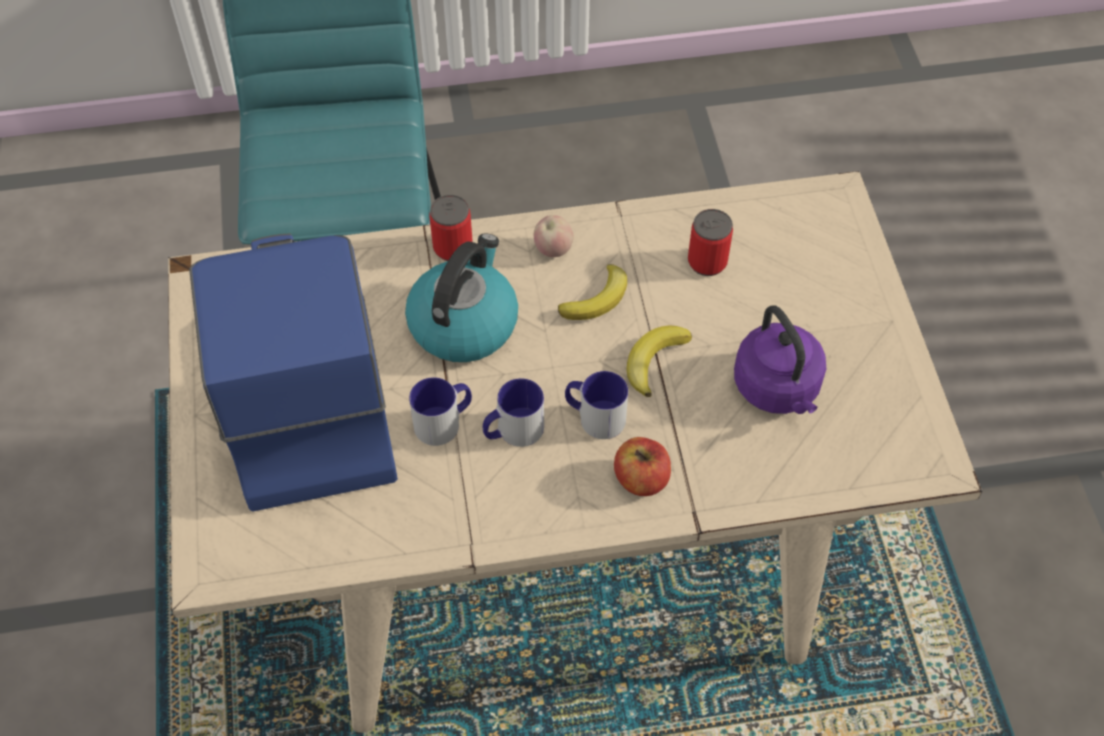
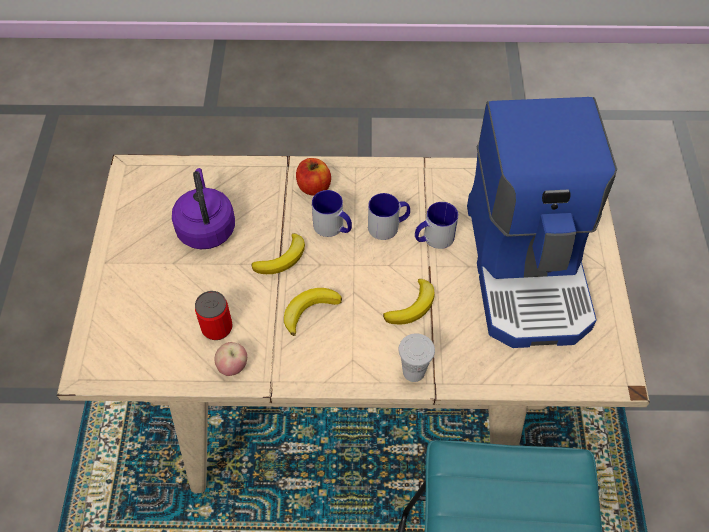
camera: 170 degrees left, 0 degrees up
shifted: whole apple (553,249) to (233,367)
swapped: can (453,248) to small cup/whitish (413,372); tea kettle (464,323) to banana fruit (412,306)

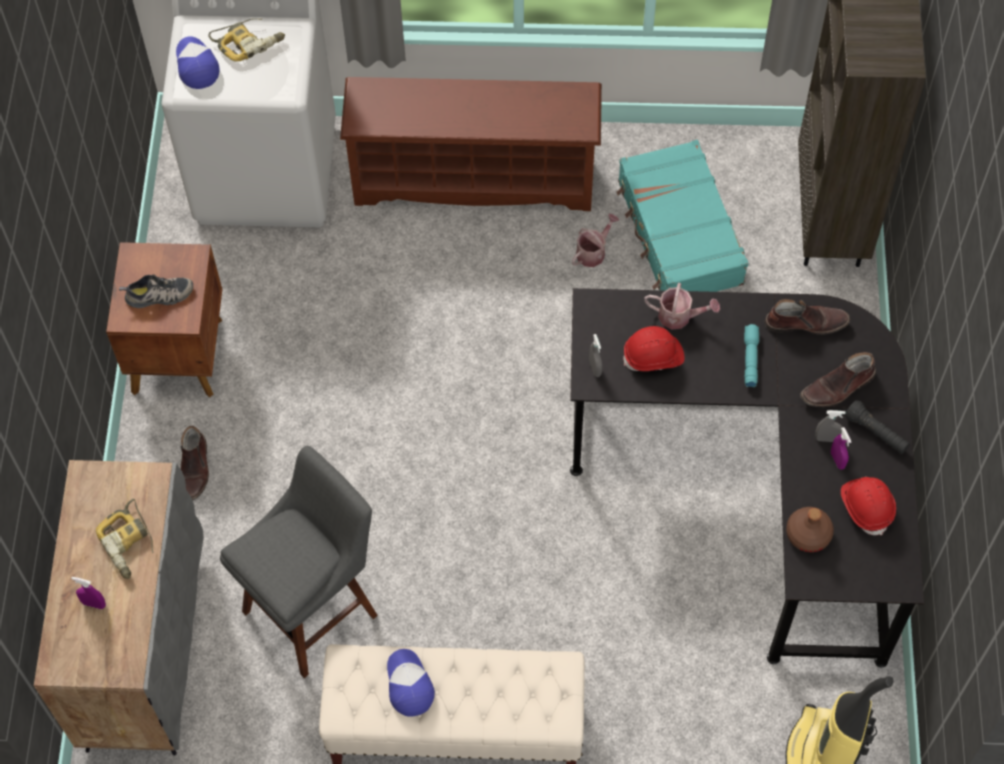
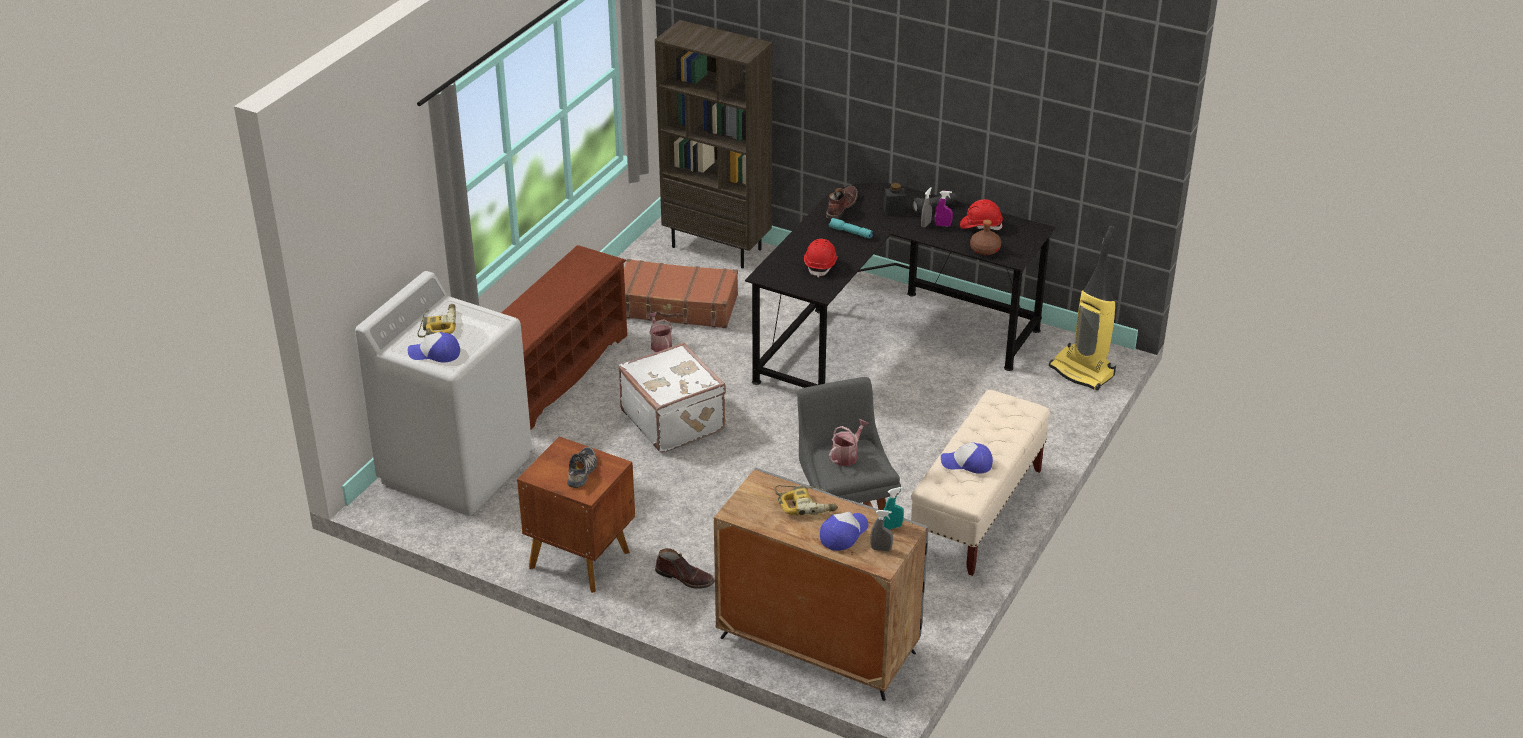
camera: 65 degrees left, 25 degrees down
new: travel case/whitish (674,420); spray bottle/turquoise-coloured (892,527)
shifted: watering can (679,316) to (847,455); spray bottle/greyish (595,368) to (881,549)
swapped: tall boot/brown (838,387) to storage jar/black-coloured (894,210); spray bottle/purple (94,604) to baseball cap (843,534)
repainted: travel case/turquoise-coloured (678,233) to travel case/brown (676,306)

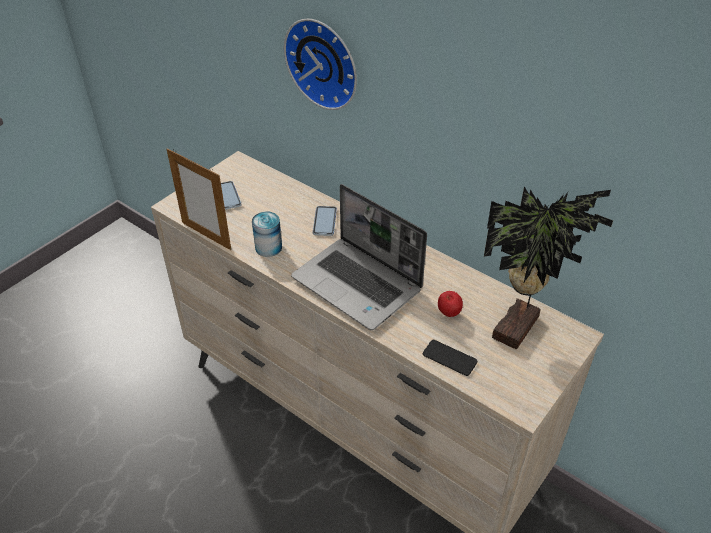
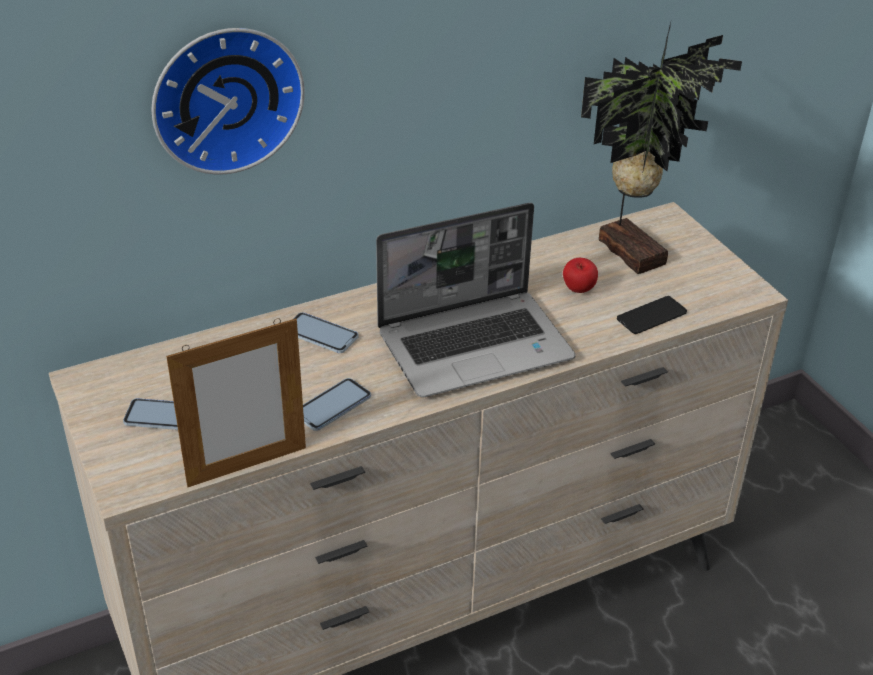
camera: 65 degrees left, 5 degrees down
swapped: can (268,247) to handset (332,406)

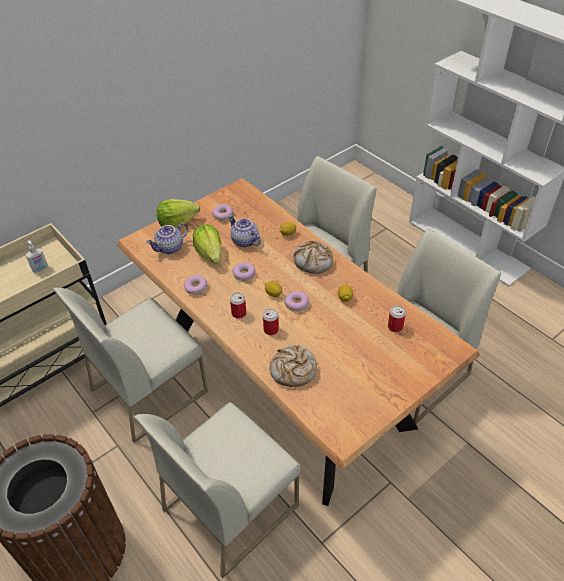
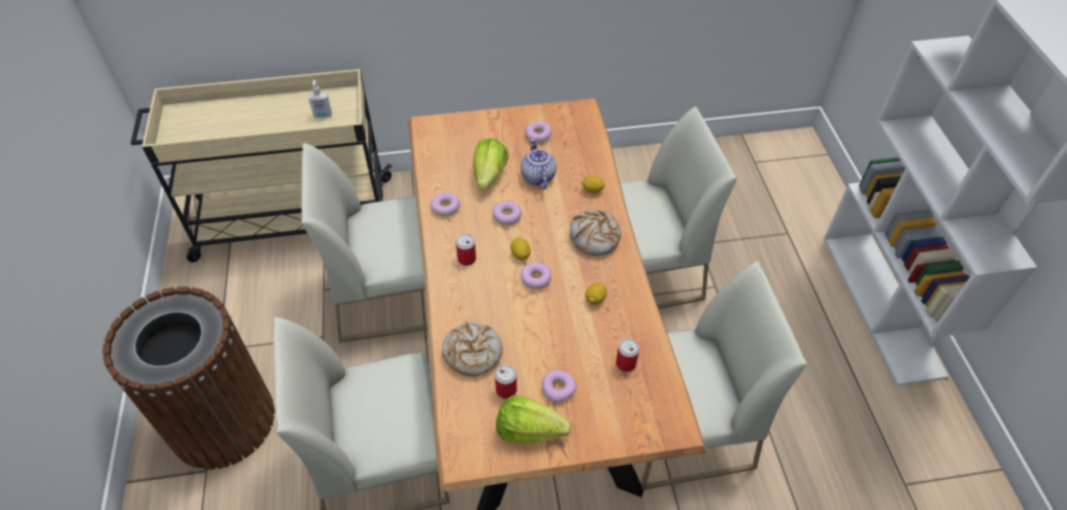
camera: 30 degrees right, 5 degrees up
gone: teapot (170,248)
new: ring doughnut (558,388)
shifted: lettuce (177,222) to (529,430); can (271,330) to (506,390)

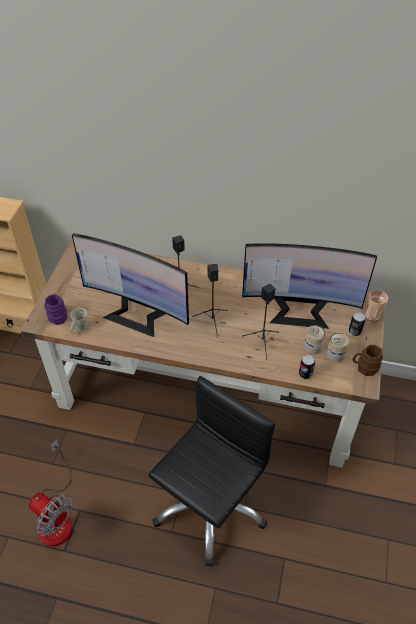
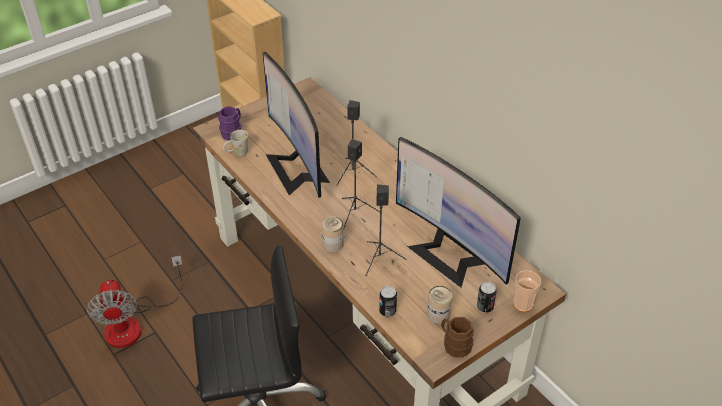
camera: 40 degrees right, 5 degrees down
shifted: can (312,347) to (333,244)

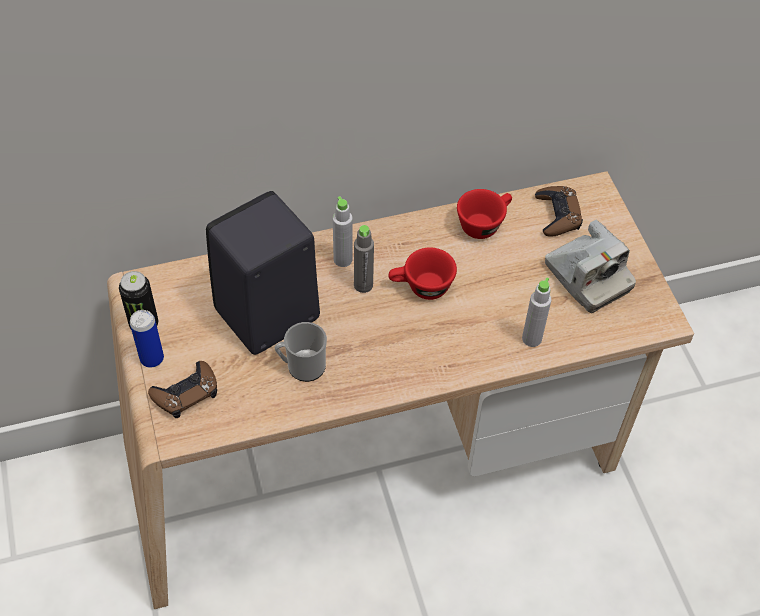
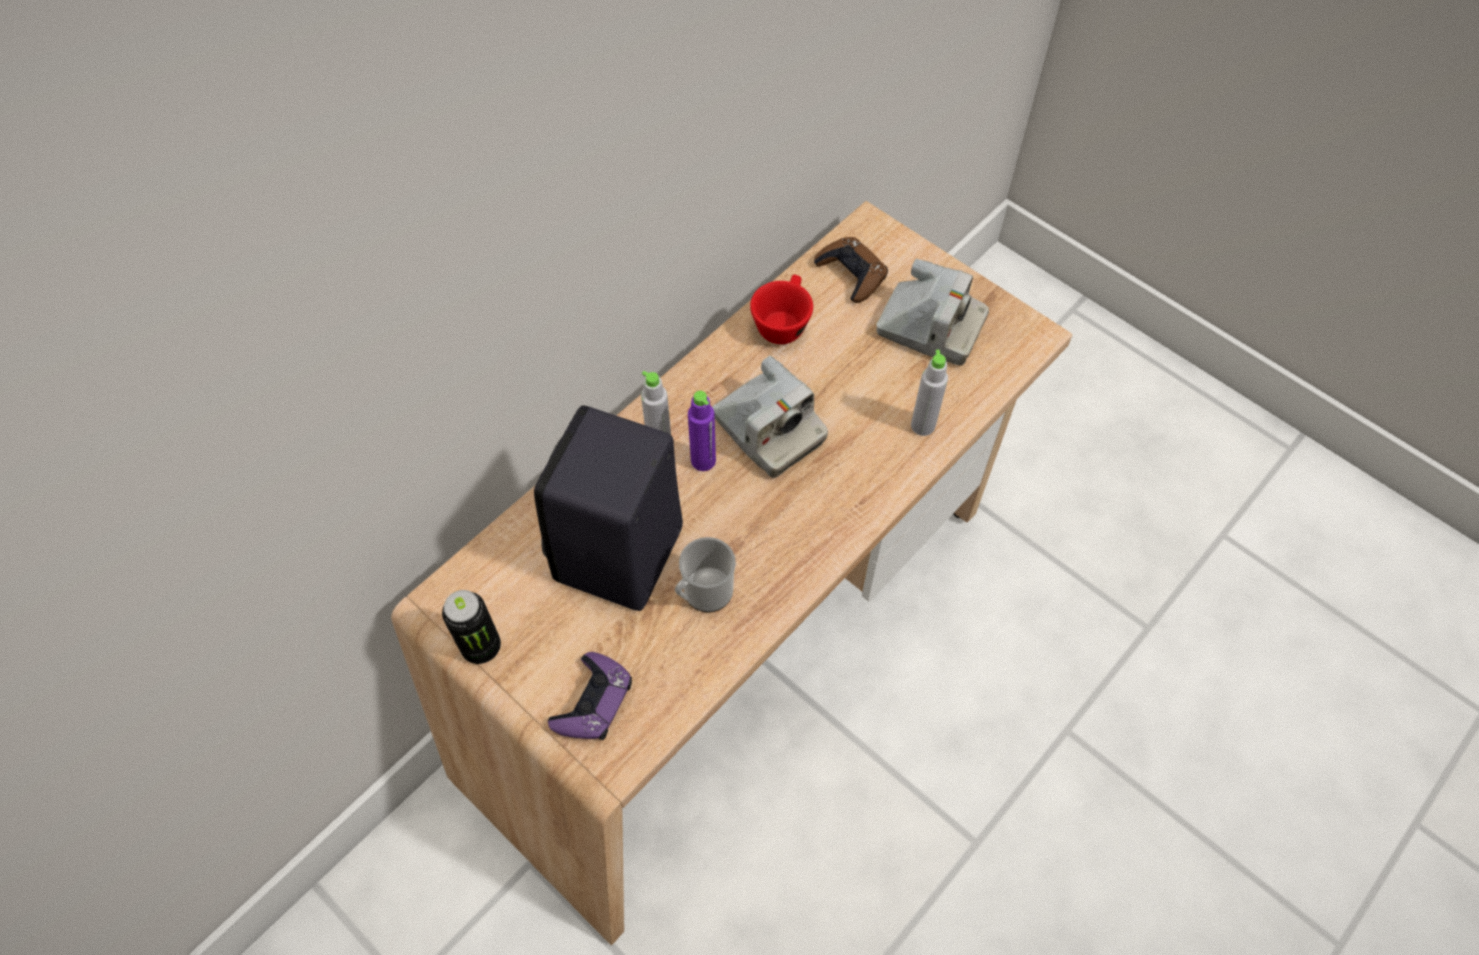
camera: 30 degrees left, 5 degrees up
gone: can (152,358)
swapped: small cup/red-coloured (421,288) to photo camera (768,430)
repainted: bottle/greyish (363,285) to bottle/purple (703,460); joypad/brown (186,393) to joypad/purple (593,702)

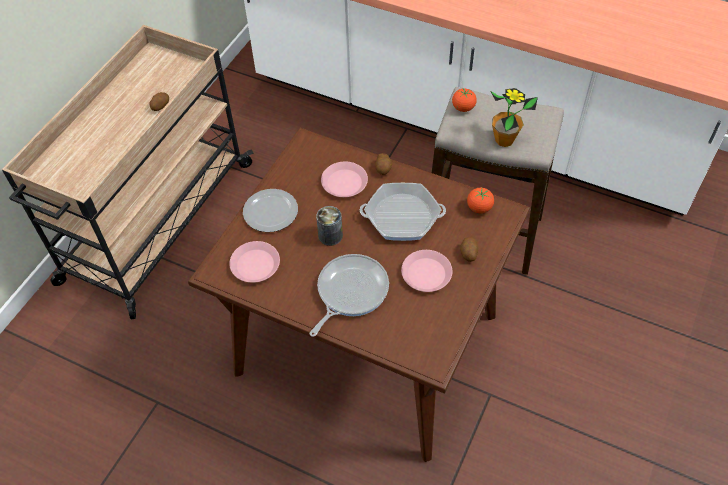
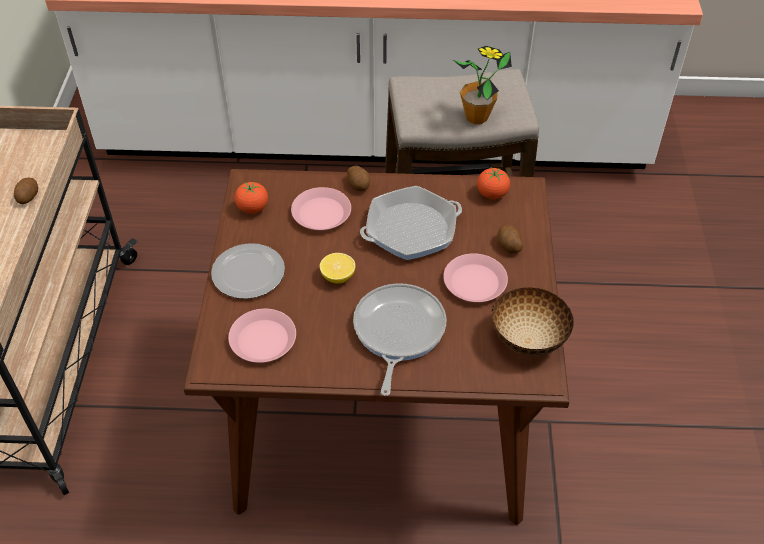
camera: 25 degrees left, 5 degrees down
new: bowl (529,339)
shifted: fresh tomato (463,108) to (252,208)
swapped: can (330,235) to whole lemon (338,277)

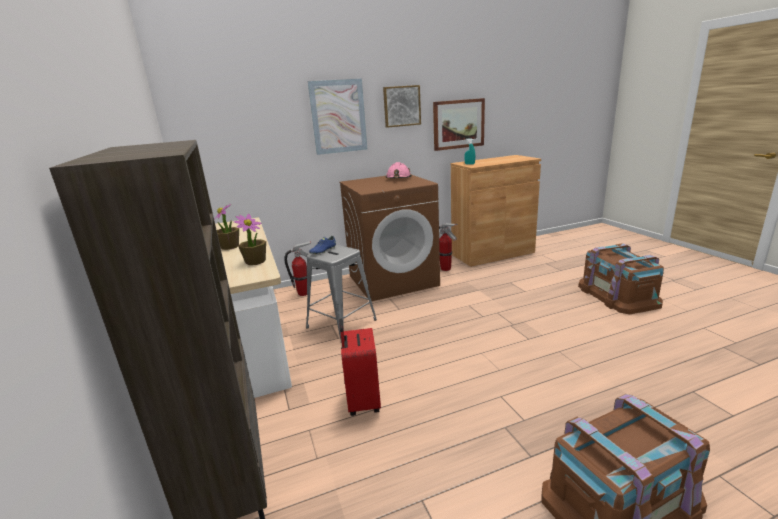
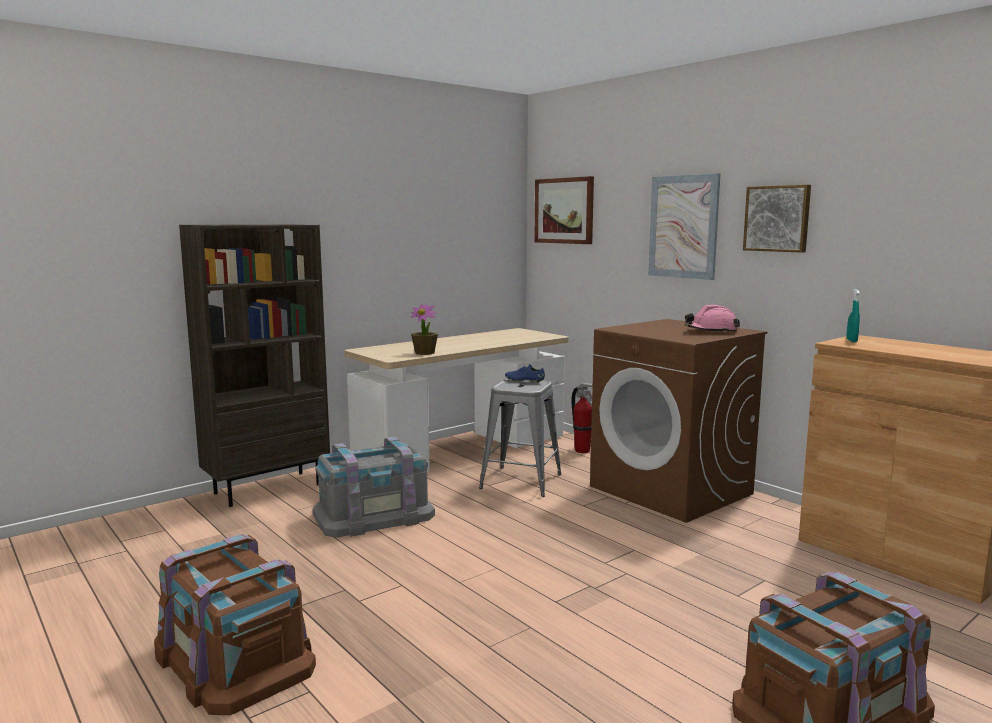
camera: 70 degrees right, 10 degrees down
gone: houseplant (230,246); extinguisher (446,269)
shifted: picture (458,124) to (564,210)
swapped: travel case/red-coloured (362,402) to storage box/greyish (373,515)

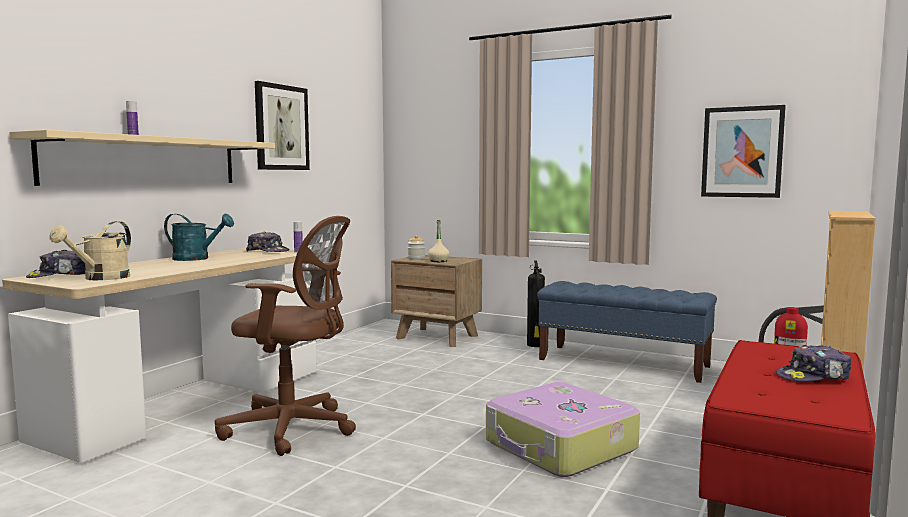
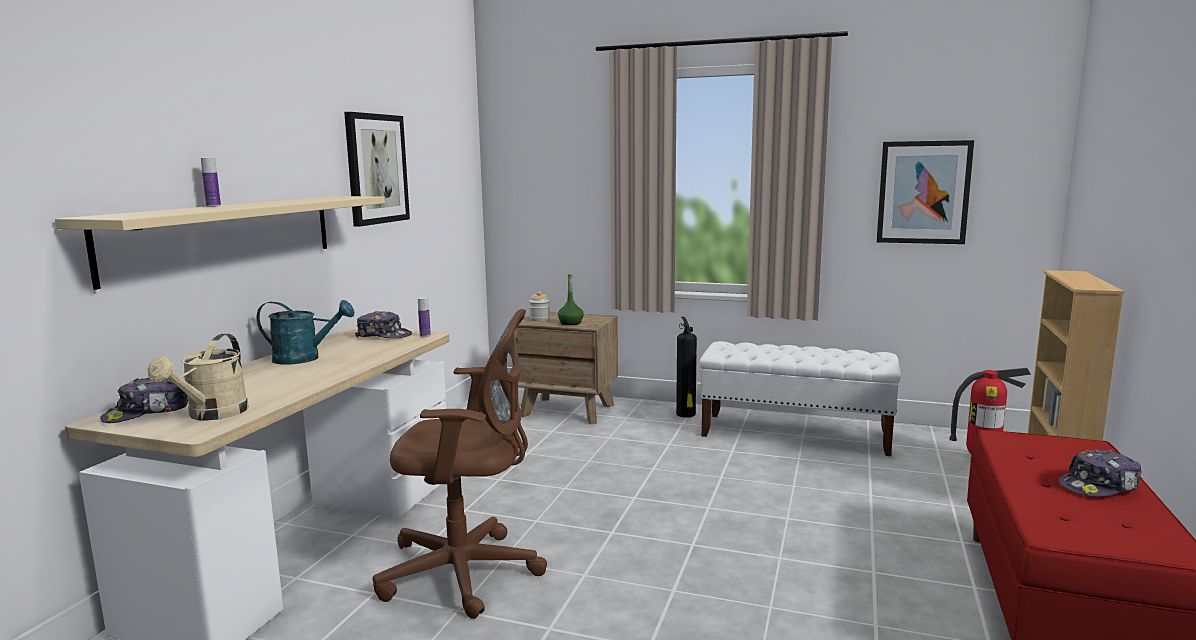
camera: 10 degrees left, 5 degrees up
gone: travel case (560,446)
repainted: bottle/beige-coloured (438,261) to bottle/greenish (570,323); indoor bench/bluish (623,363) to indoor bench/whitish (795,434)

